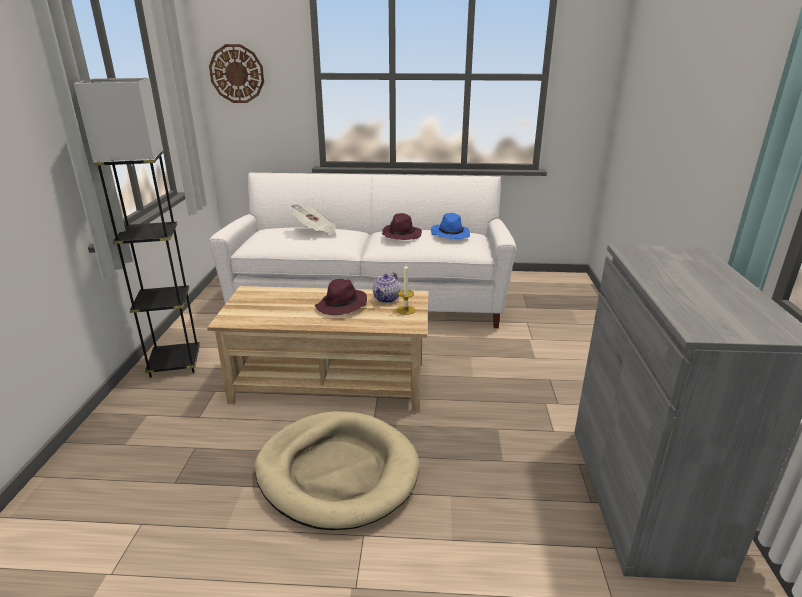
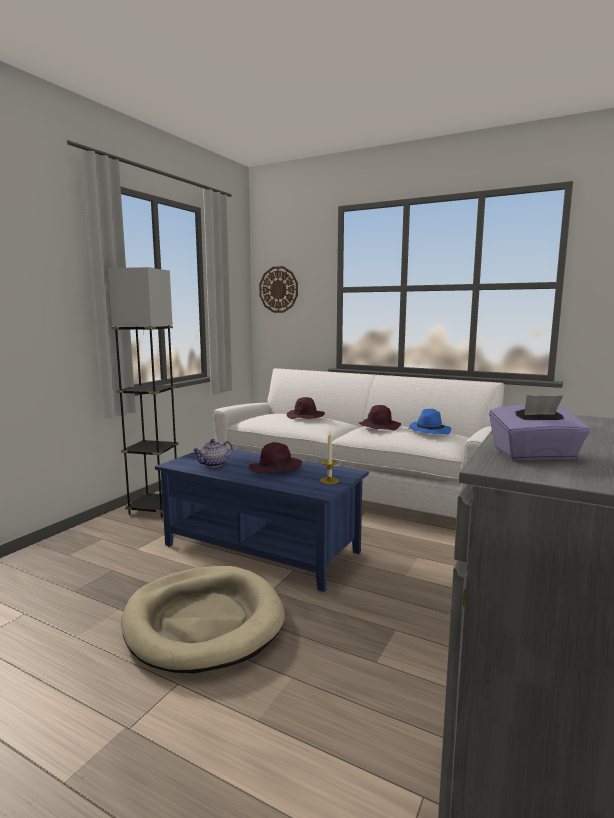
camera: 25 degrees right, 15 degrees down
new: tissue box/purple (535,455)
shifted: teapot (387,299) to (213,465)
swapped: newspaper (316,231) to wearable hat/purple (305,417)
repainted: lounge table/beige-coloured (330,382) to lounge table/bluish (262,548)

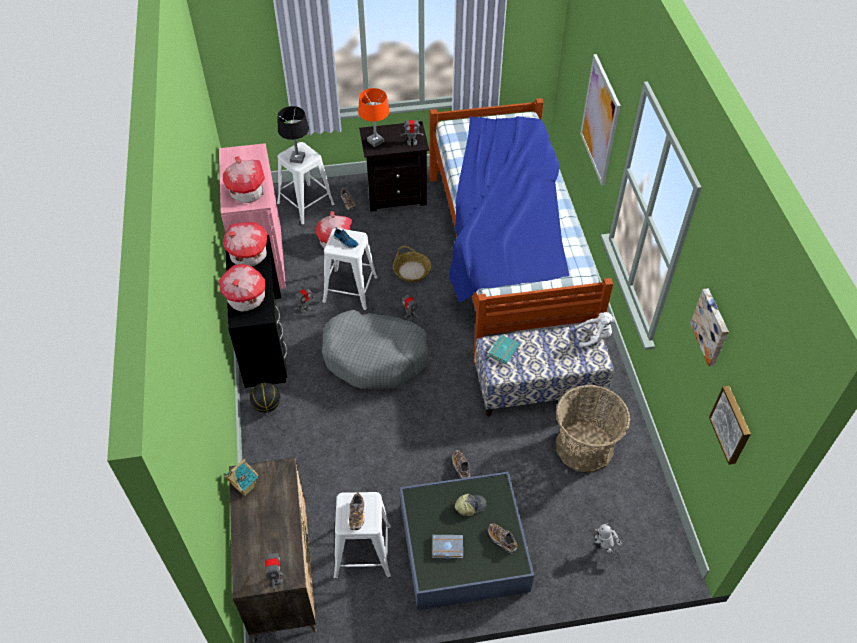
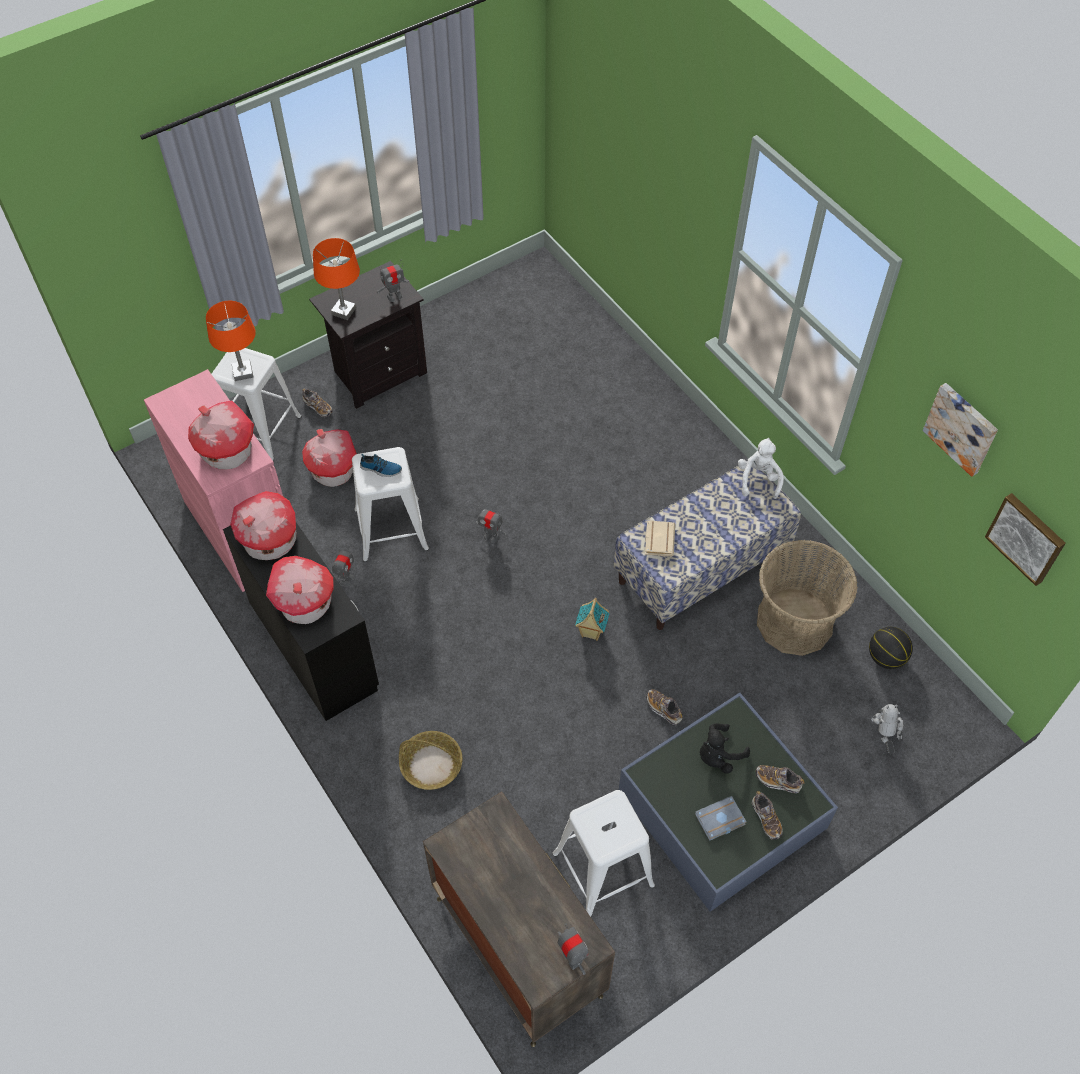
camera: 25 degrees left, 5 degrees up
gone: picture (600,120); bed (505,256); dog cushion/greyish (375,357)
shifted: basket (411,271) to (431,765); ball for basketball (267,405) to (886,658); miniature house (244,487) to (590,632); shoe (357,515) to (766,818)
swapped: baseball cap (470,506) to soft toy/black-coloured (718,755)
repainted: table lamp/black-coloured (297,158) to table lamp/orangey (243,372); volume/turquoise-coloured (503,350) to volume/beige-coloured (658,539)
rotated: soft toy/whitish (595,337) = (758,479) 60 degrees counterclockwise; model robot (604,550) = (882,739) 60 degrees clockwise

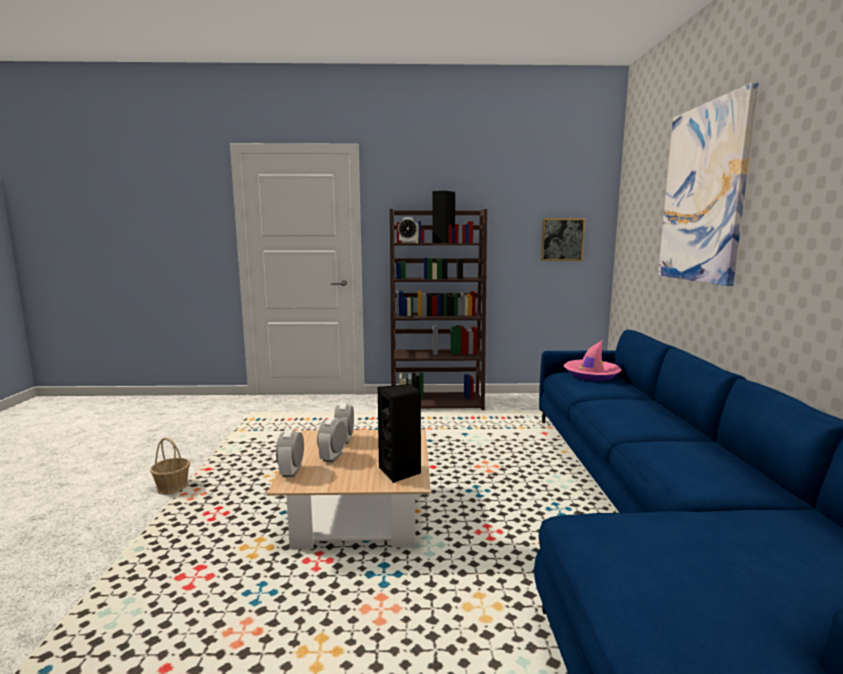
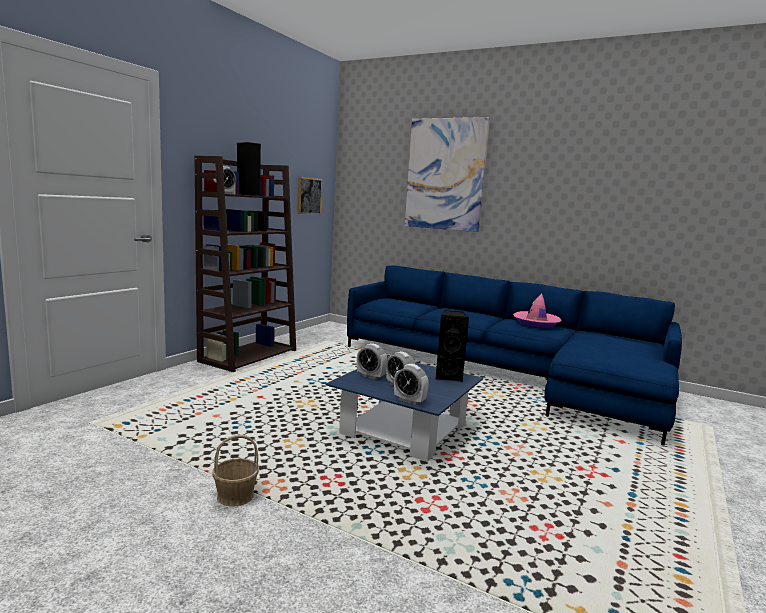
camera: 60 degrees left, 0 degrees up
shifted: wearable hat/pink-coloured (591,375) to (536,323)
repainted: lounge table/beige-coloured (359,515) to lounge table/bluish (404,430)

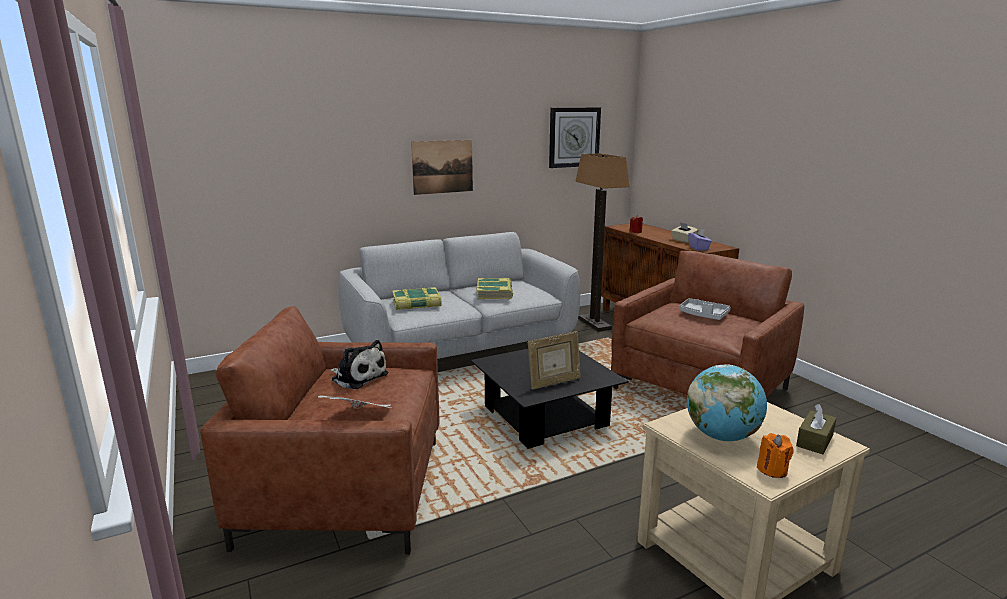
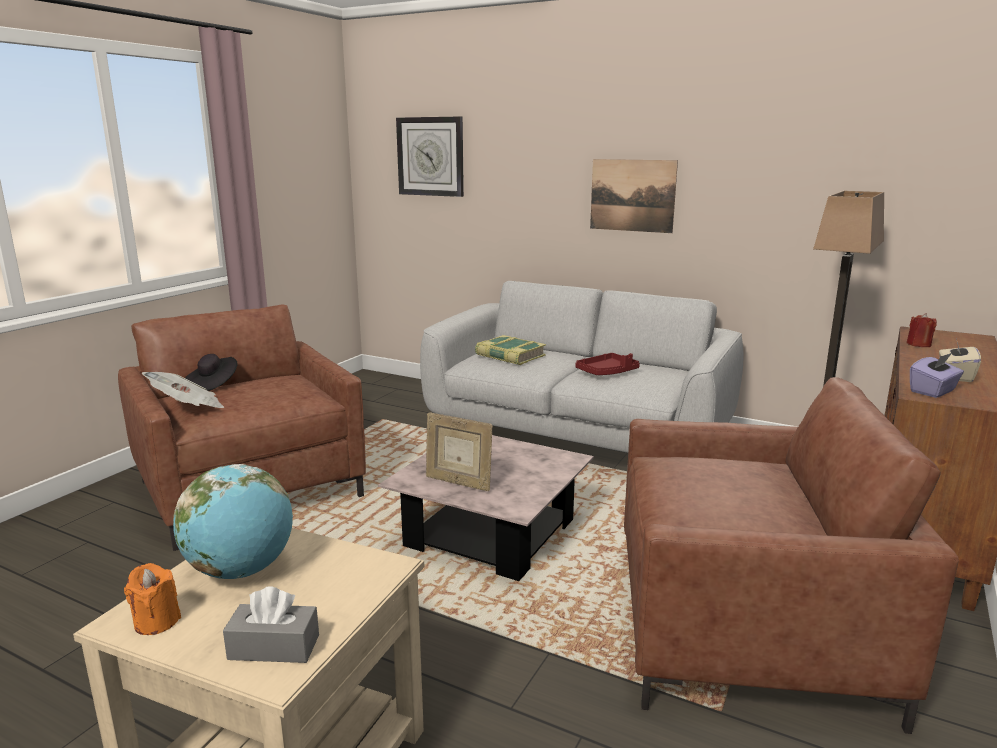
camera: 55 degrees right, 0 degrees up
gone: tray/greyish (703,315); soft toy (358,377)
new: wearable hat/black-coloured (212,384)
shifted: clock on the wall (574,137) to (430,156)
swapped: volume (495,293) to tray/red-coloured (607,372)
repainted: lounge table/black-coloured (545,416) to lounge table/pink-coloured (490,533); tissue box/brown (814,440) to tissue box/greyish (274,647)

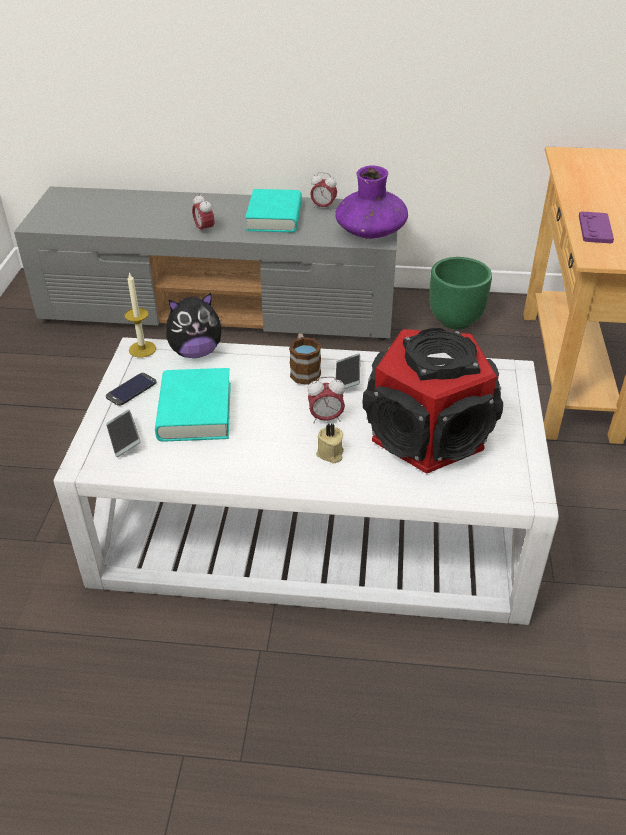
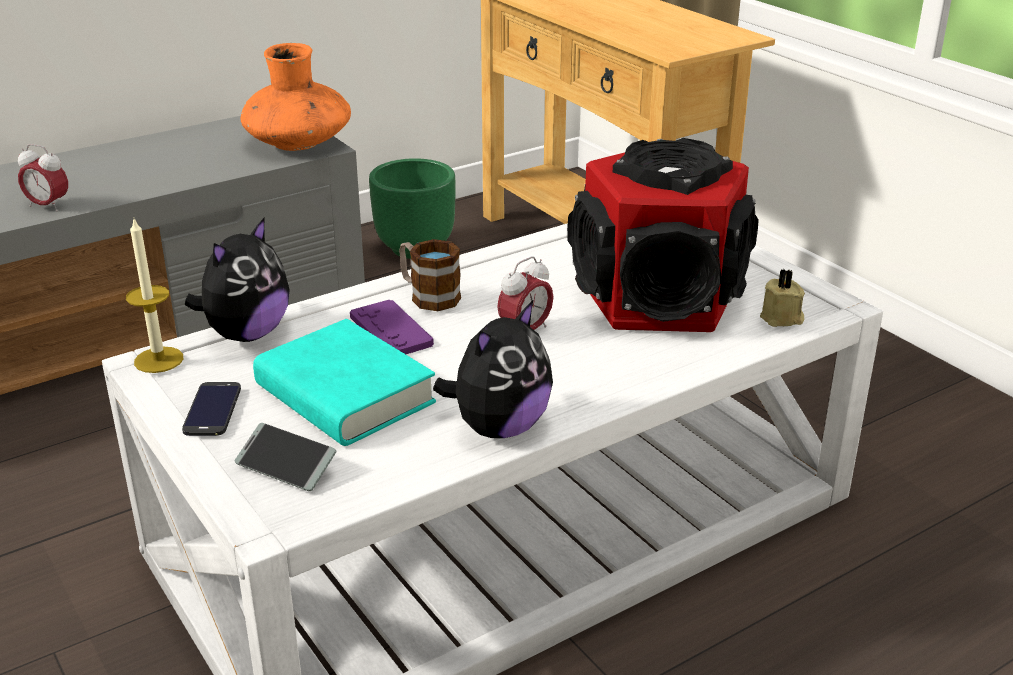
camera: 40 degrees left, 10 degrees down
gone: table clock (323,207); volume/turquoise-coloured (274,217); handset (347,377)
new: soft toy (499,427)
shifted: joypad/purple (595,228) to (391,330); wax candle/beige-coloured (330,454) to (782,318)
repainted: flower vase/purple (370,232) to flower vase/orangey (298,143)

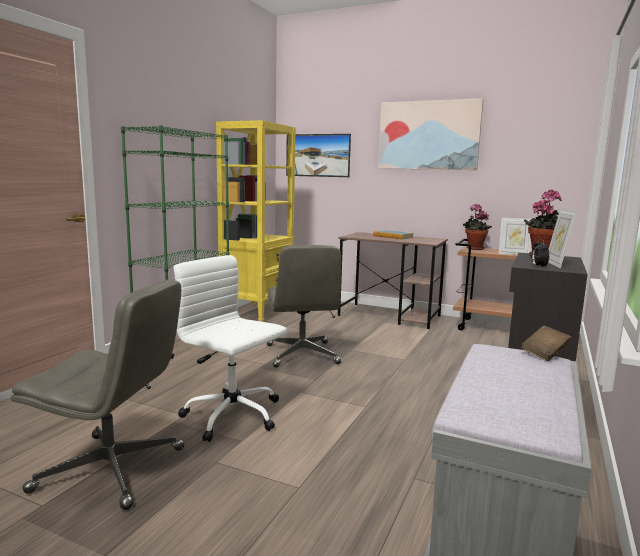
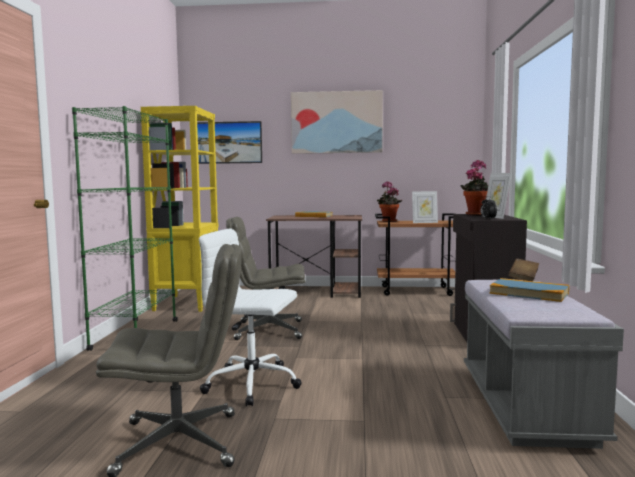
camera: 20 degrees left, 5 degrees down
new: volume (529,293)
rotated: office chair/greyish (302,355) = (268,330) 120 degrees clockwise

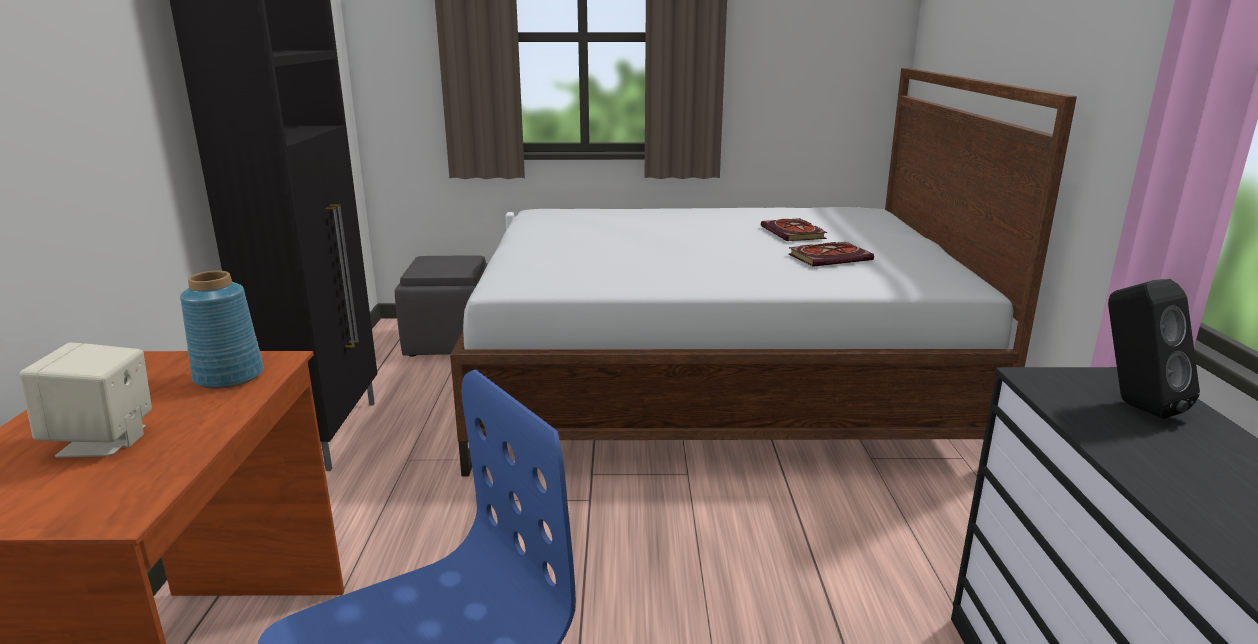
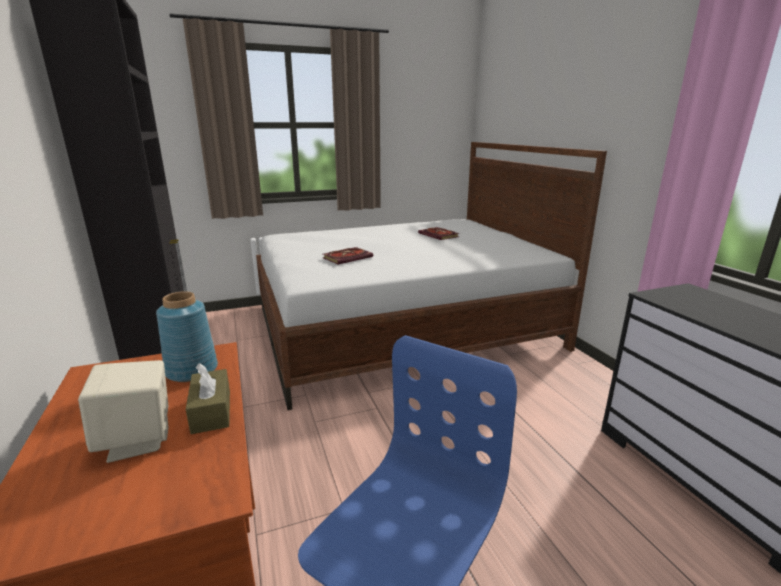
camera: 20 degrees left, 0 degrees up
gone: pouffe/greyish (452,342); audio speaker/black-coloured (1133,405)
new: tissue box/brown (211,411)
shifted: volume (830,257) to (348,257)

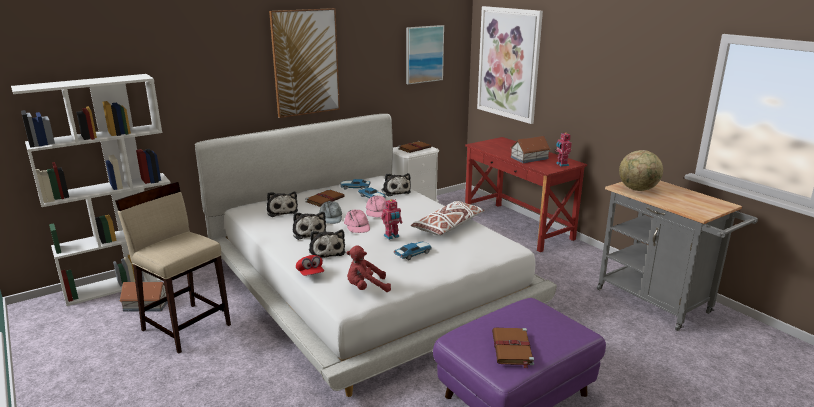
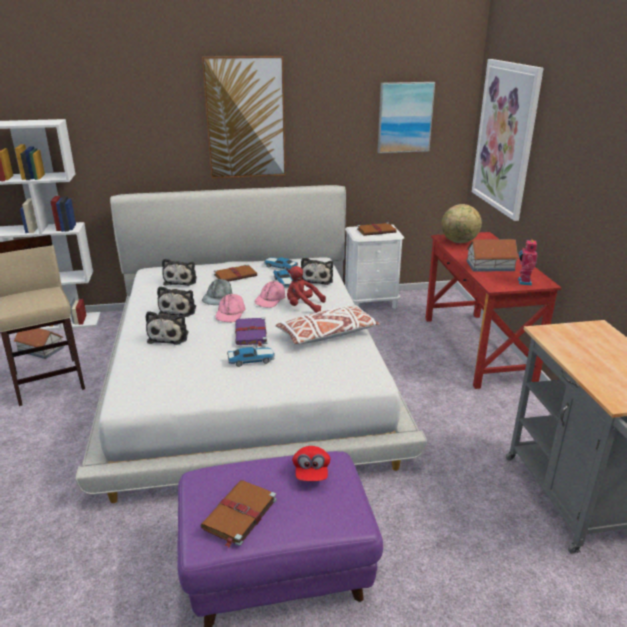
camera: 25 degrees right, 5 degrees up
shifted: world globe (638,189) to (459,242); soft toy/red-coloured (366,288) to (303,306); baseball cap/red-coloured (310,274) to (311,472)
swapped: model robot (392,236) to volume/purple (251,333)

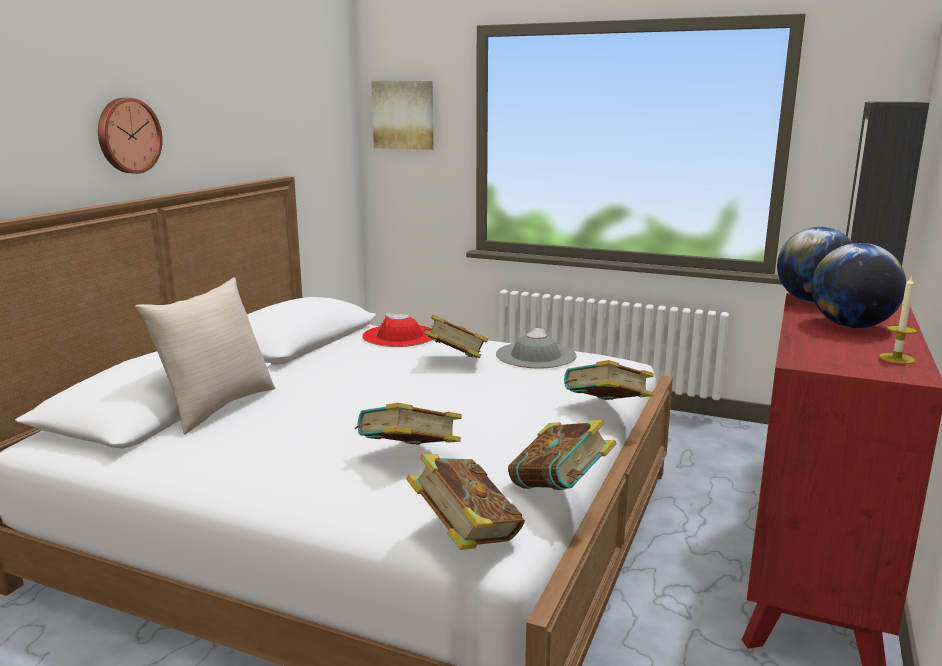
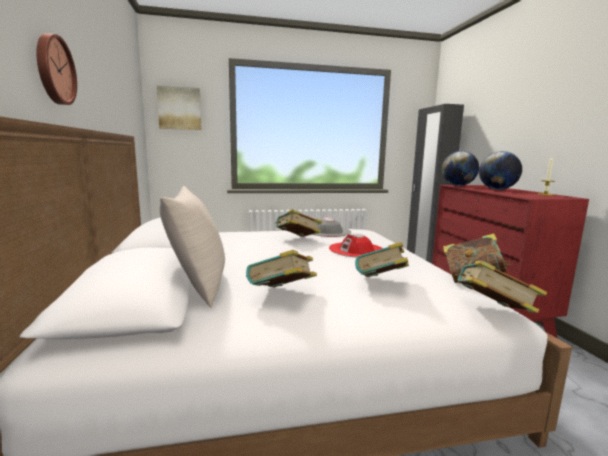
camera: 35 degrees left, 5 degrees down
shifted: wearable hat/red-coloured (399,336) to (356,250); volume (606,410) to (282,295)

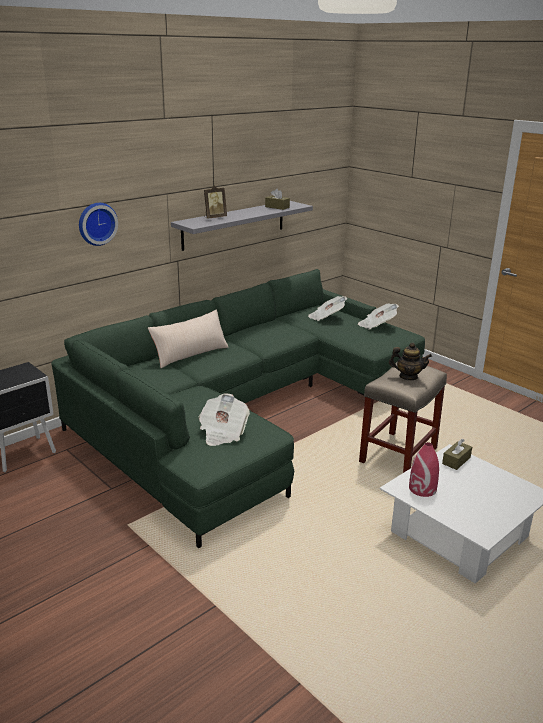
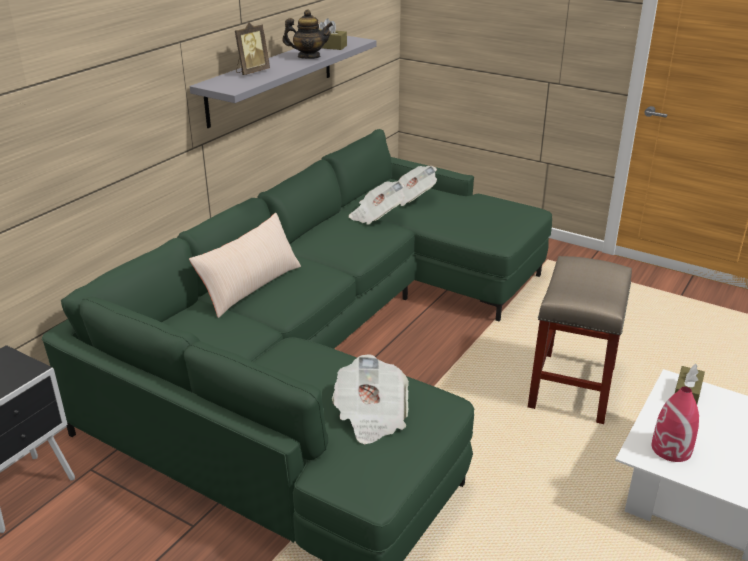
camera: 15 degrees left, 5 degrees up
gone: clock on the wall (96,223)
shifted: newspaper (377,325) to (376,216); teapot (408,377) to (309,57)

